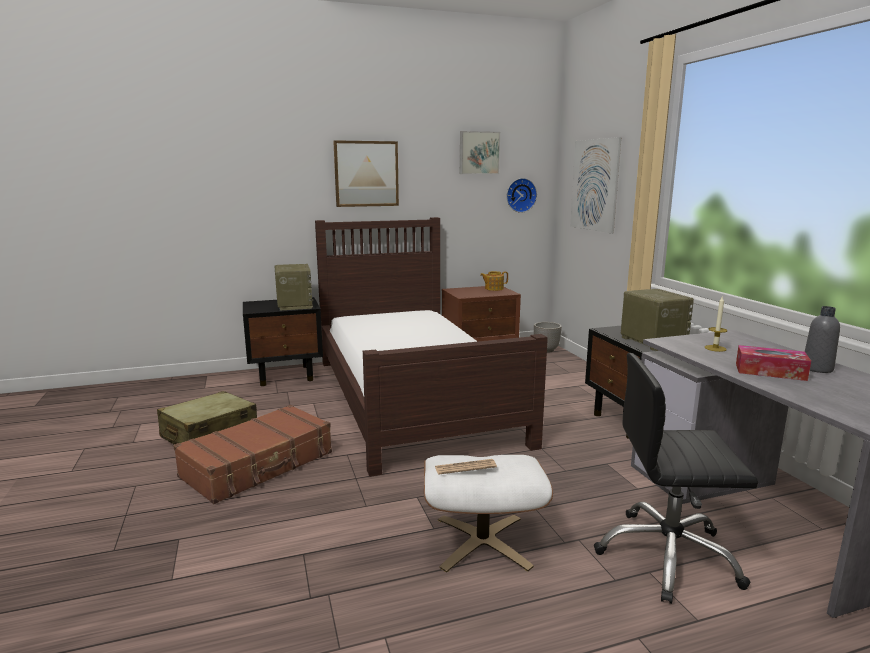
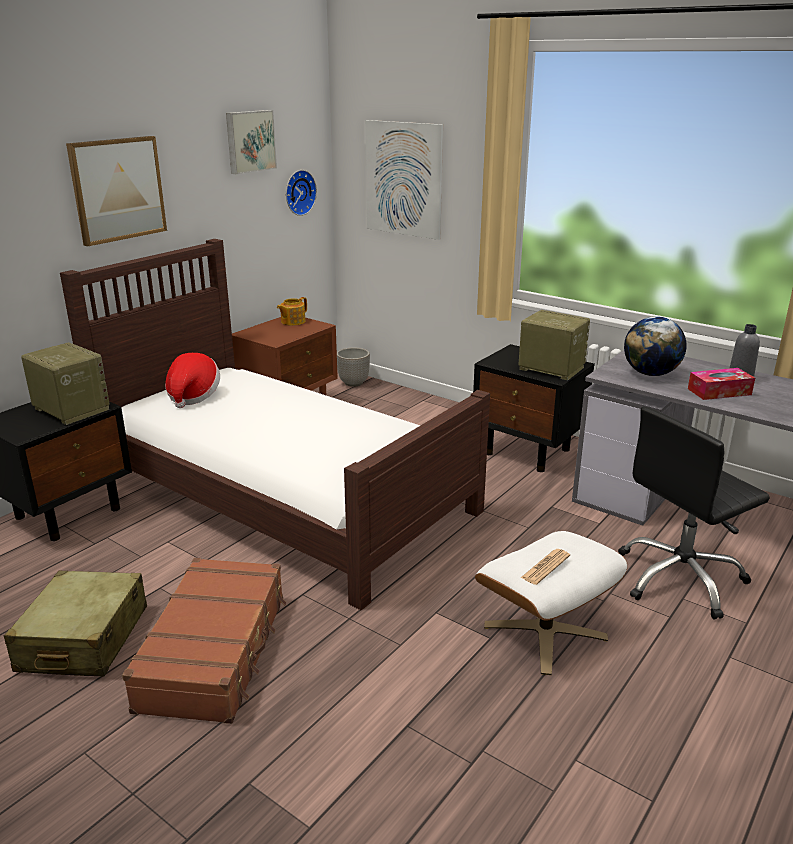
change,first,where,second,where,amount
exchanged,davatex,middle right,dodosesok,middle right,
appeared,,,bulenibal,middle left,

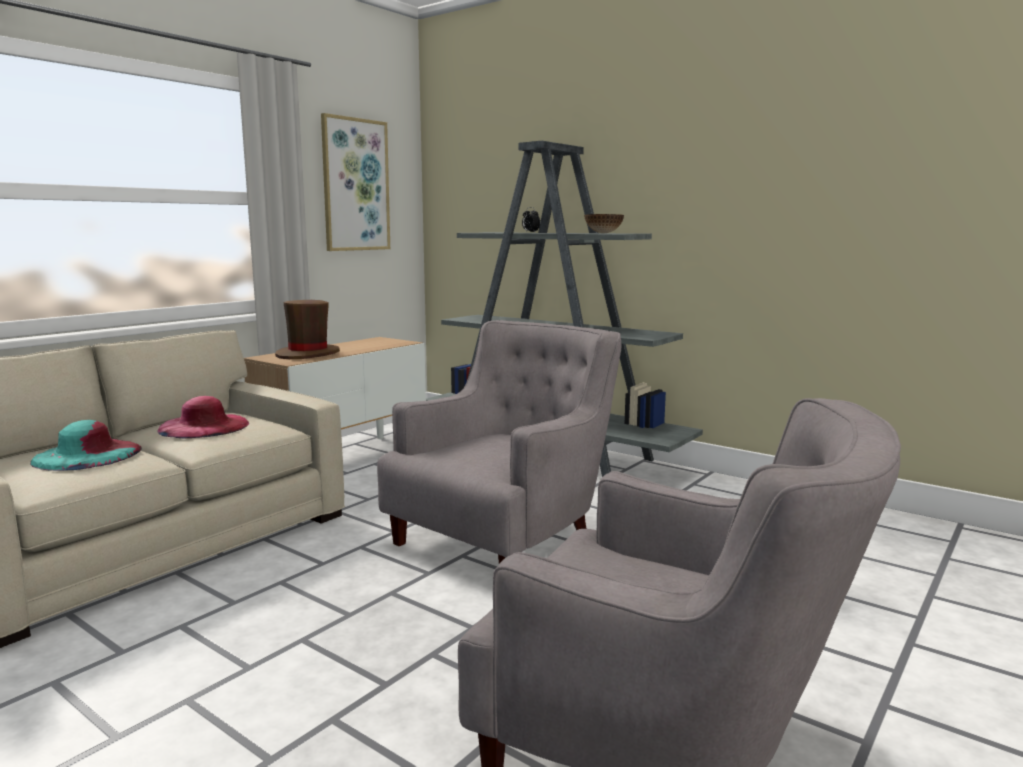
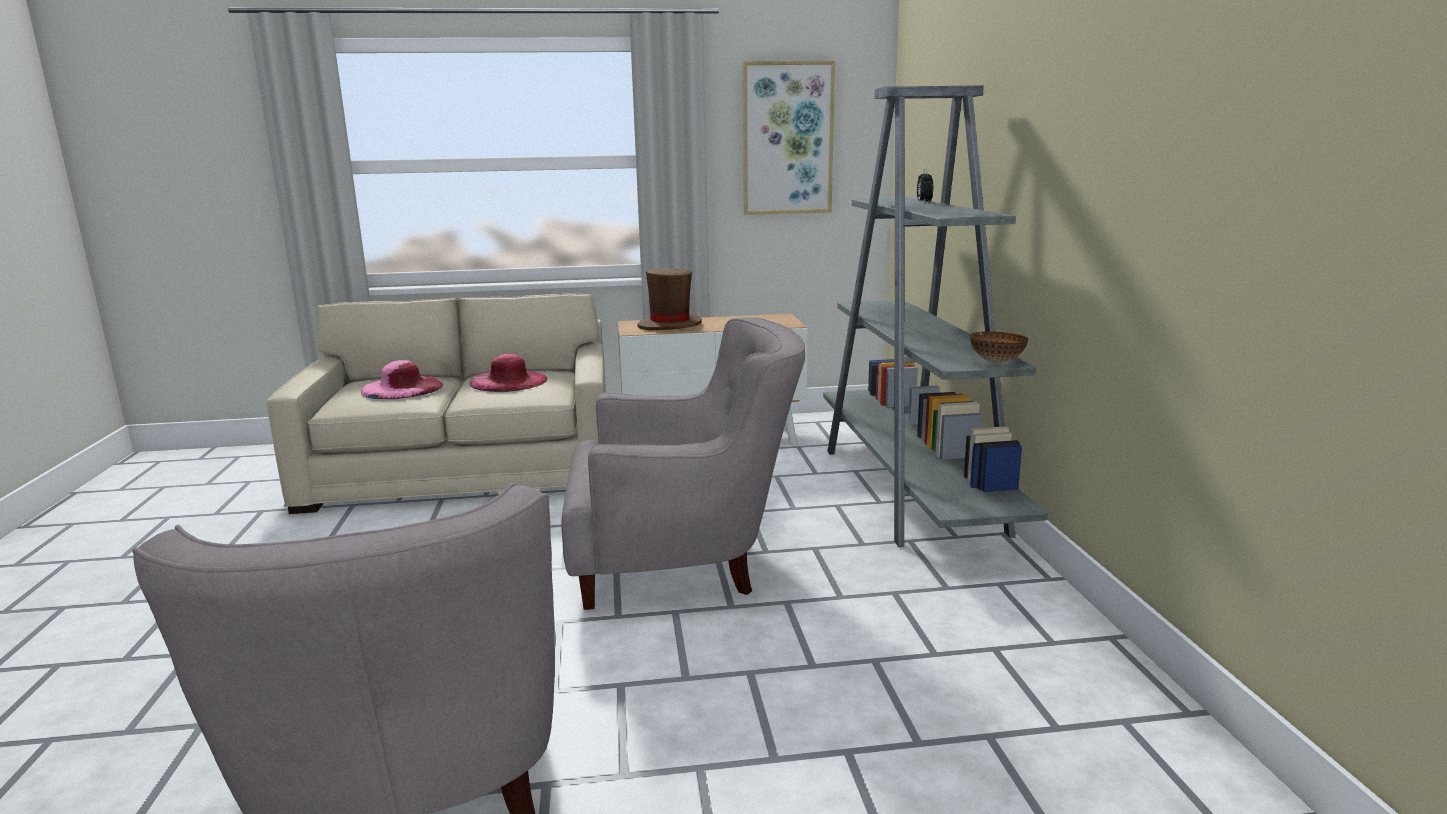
change,first,where,second,where,amount
colour,turquoise_bulenibal,middle left,pink_bulenibal (no. 1 from left),middle left,
relocated,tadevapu,top centre,,middle right,

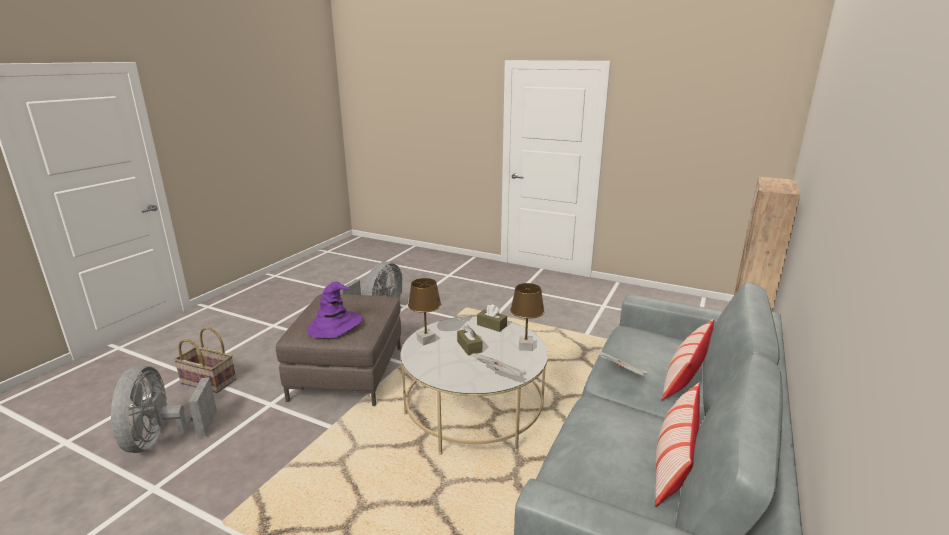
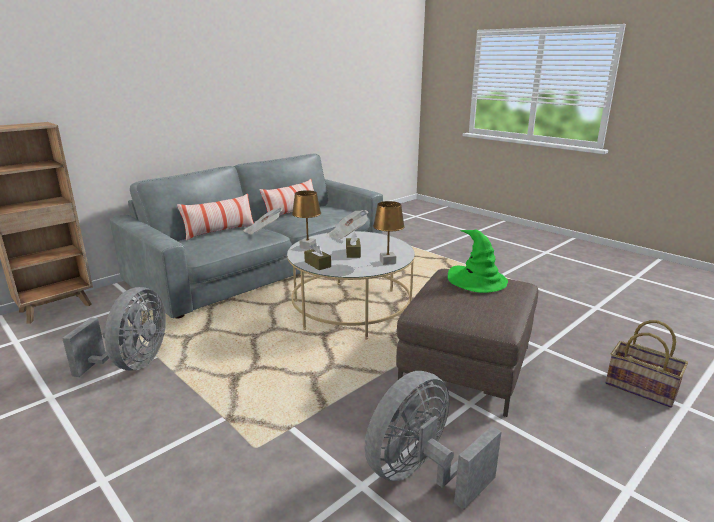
change,first,where,second,where,amount
relocated,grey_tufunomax (no. 1 from left),bottom left,,middle left,
colour,purple_bulenibal,centre,green_bulenibal,middle right,

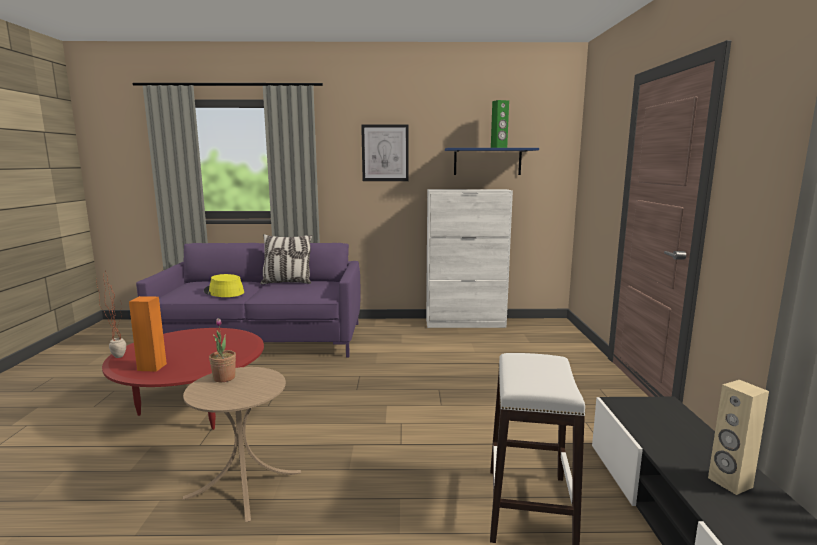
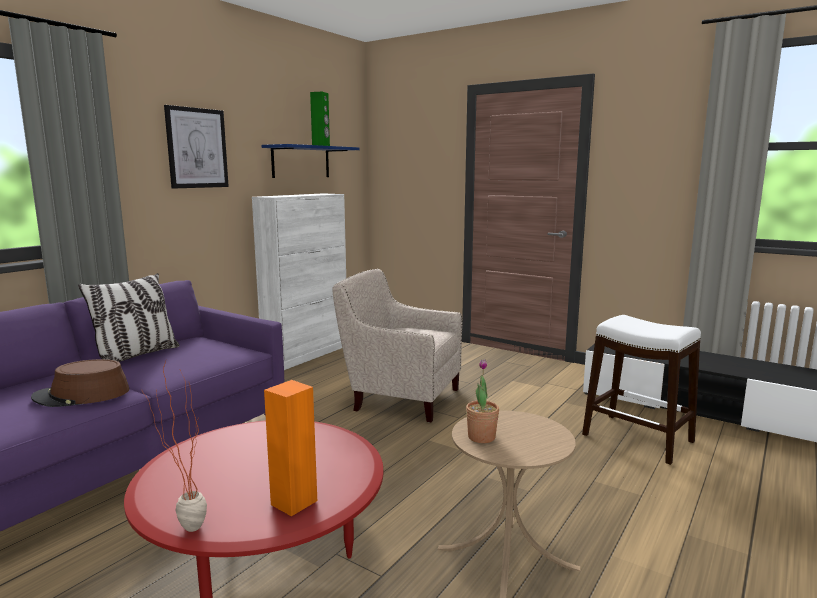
change,first,where,second,where,amount
colour,yellow_bulenibal,middle left,brown_bulenibal,middle left,
missing,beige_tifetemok,bottom right,,,
appeared,,,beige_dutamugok,centre,

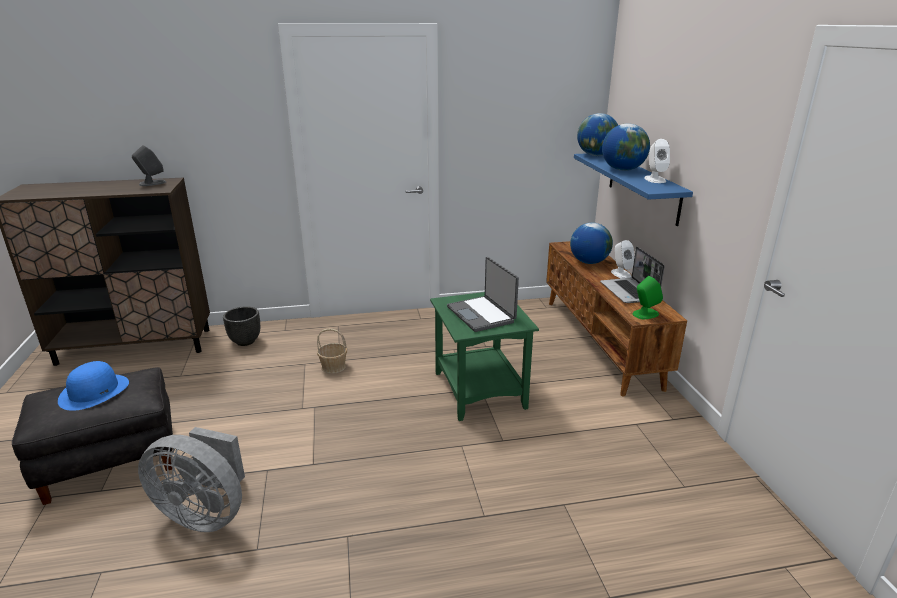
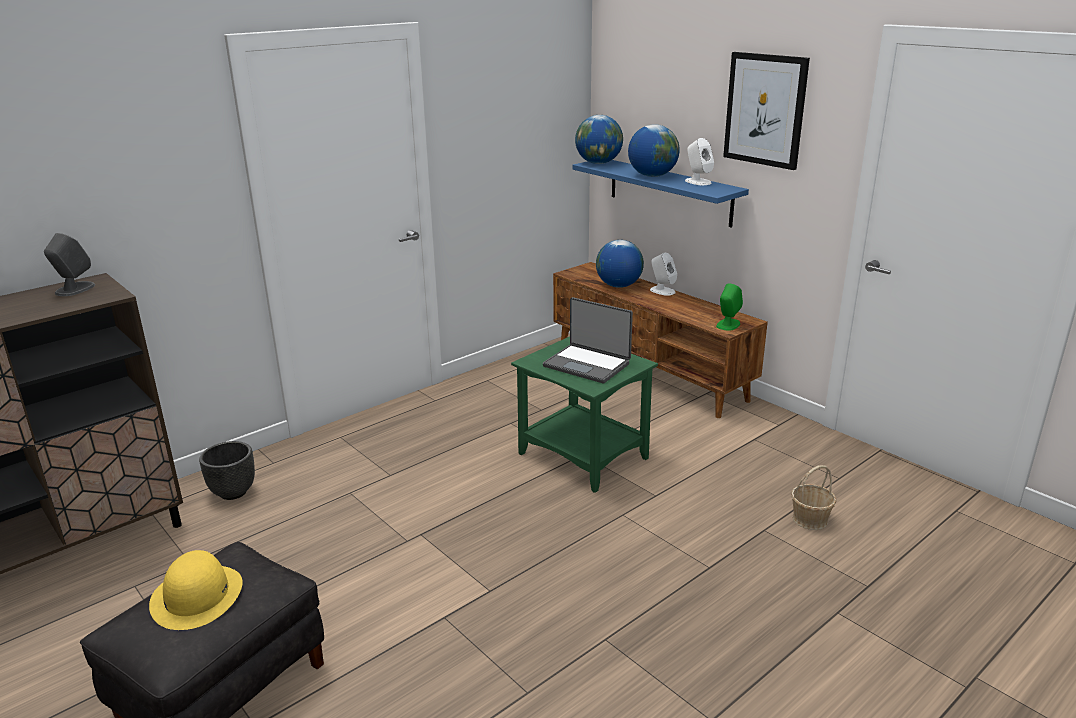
change,first,where,second,where,amount
colour,blue_bulenibal,middle left,yellow_bulenibal,bottom left,
missing,grey_tufunomax,bottom left,,,
relocated,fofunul,centre,,bottom right,
missing,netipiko (no. 2 from left),middle right,,,
appeared,,,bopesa,top right,

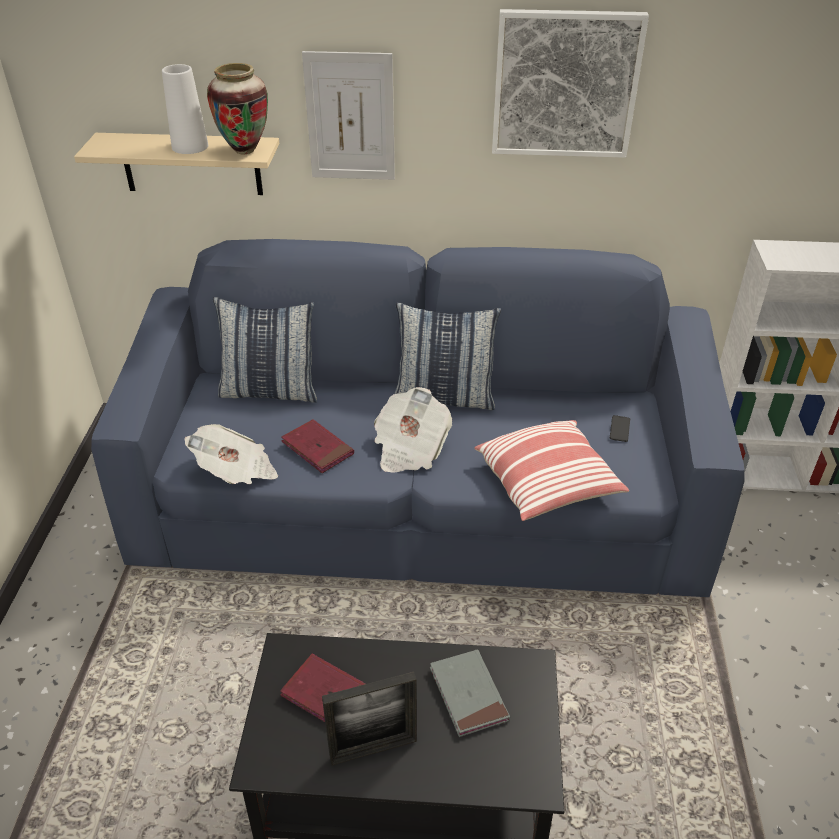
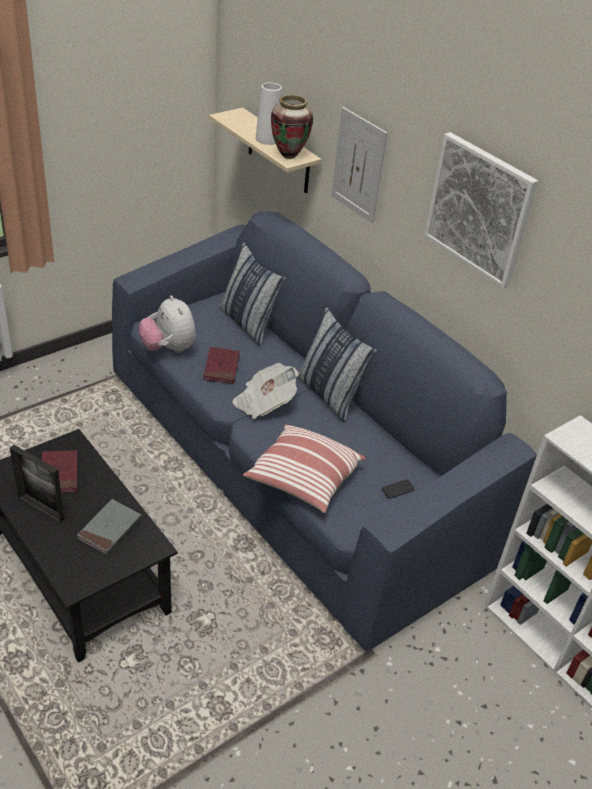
change,first,where,second,where,amount
exchanged,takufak (no. 1 from left),middle left,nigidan,middle left,

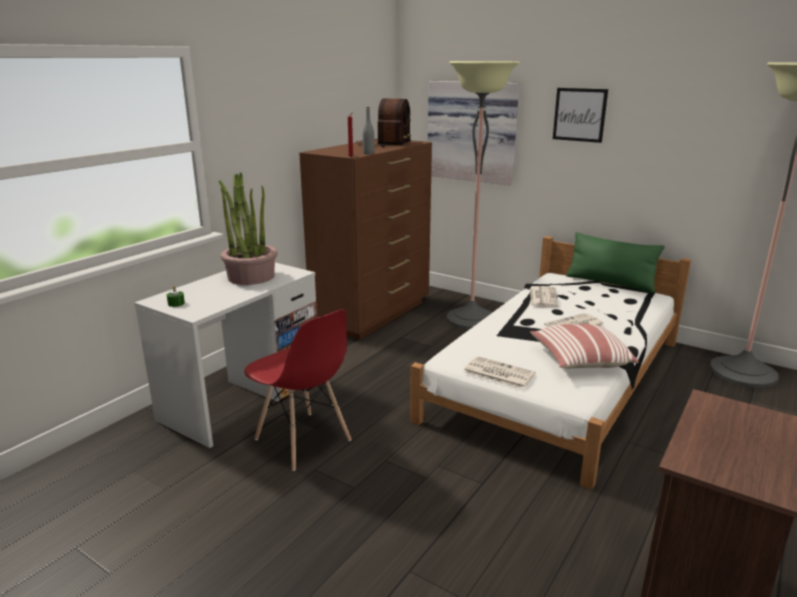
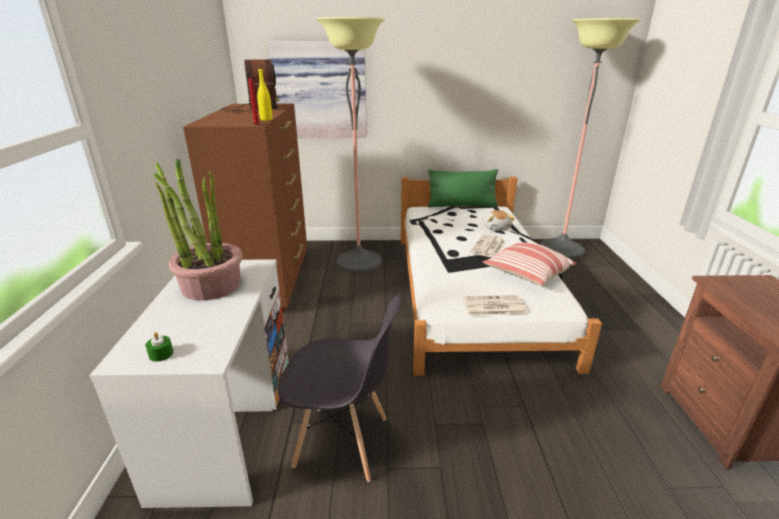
change,first,where,second,where,amount
colour,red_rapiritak,centre,grey_rapiritak,bottom centre,
colour,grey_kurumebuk,top centre,yellow_kurumebuk,top centre,
missing,takufak (no. 2 from left),middle right,,,
missing,bopesa (no. 2 from left),top right,,,
appeared,,,nigidan,centre,

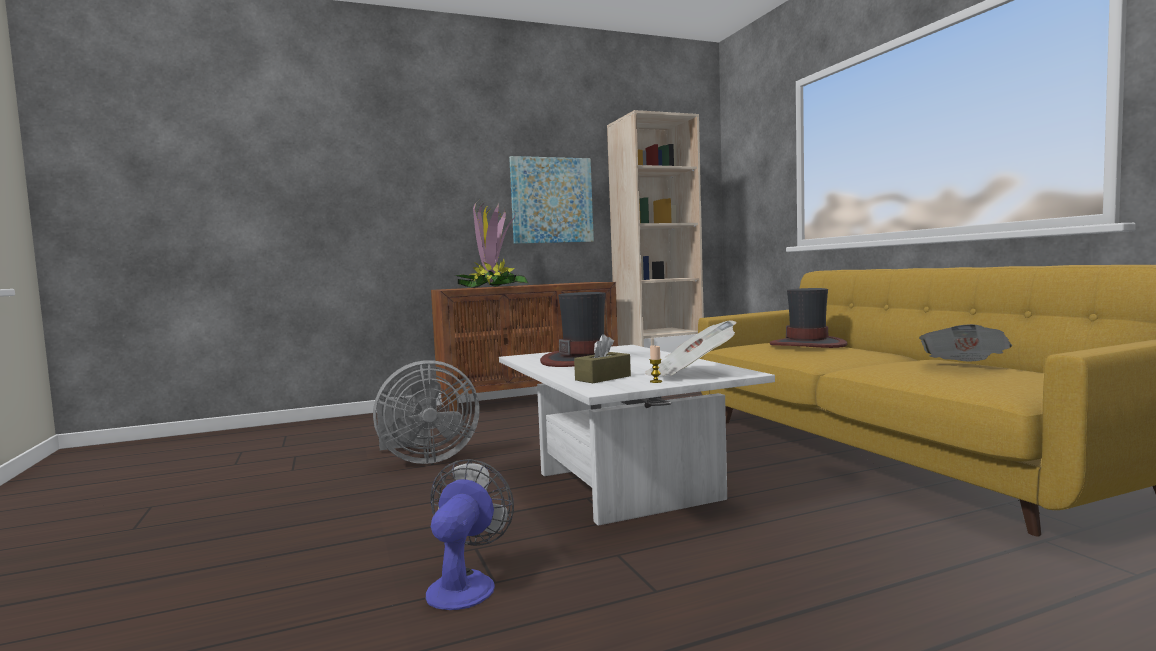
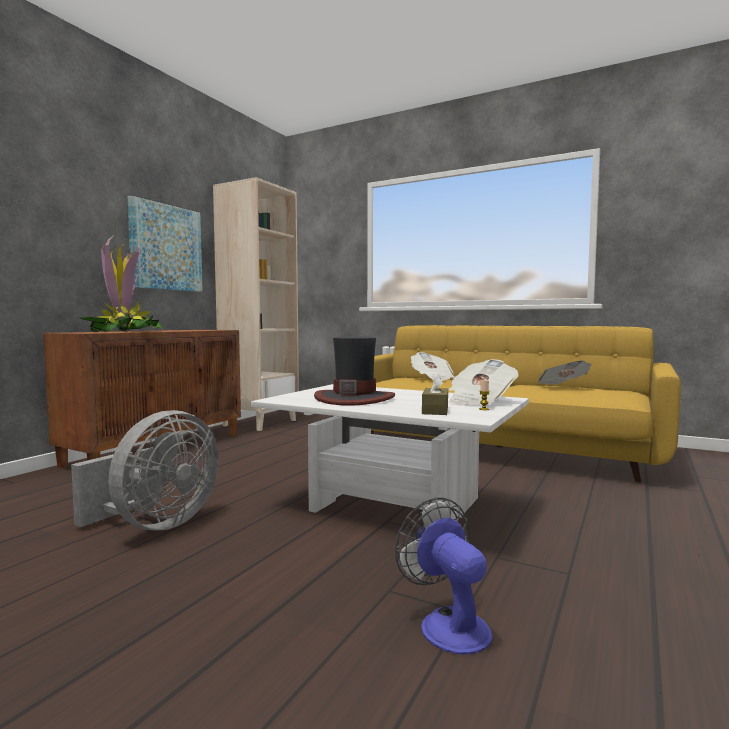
change,first,where,second,where,amount
exchanged,bulenibal (no. 2 from left),middle right,takufak (no. 1 from left),centre,

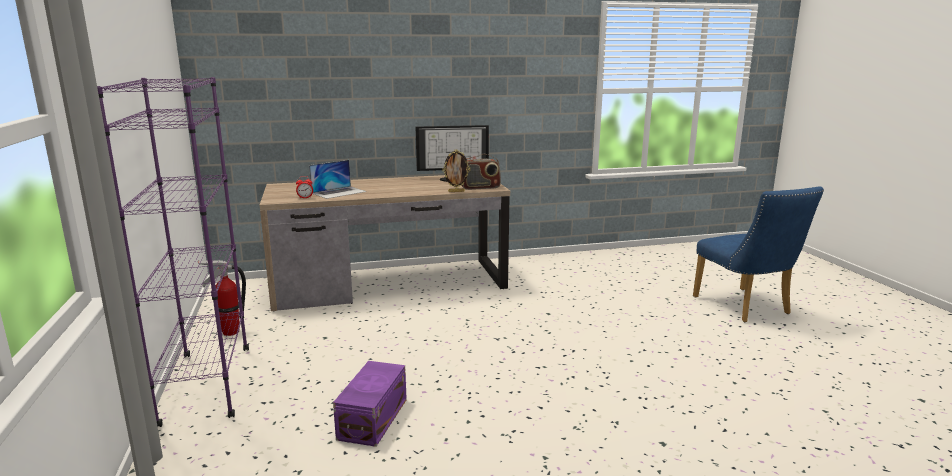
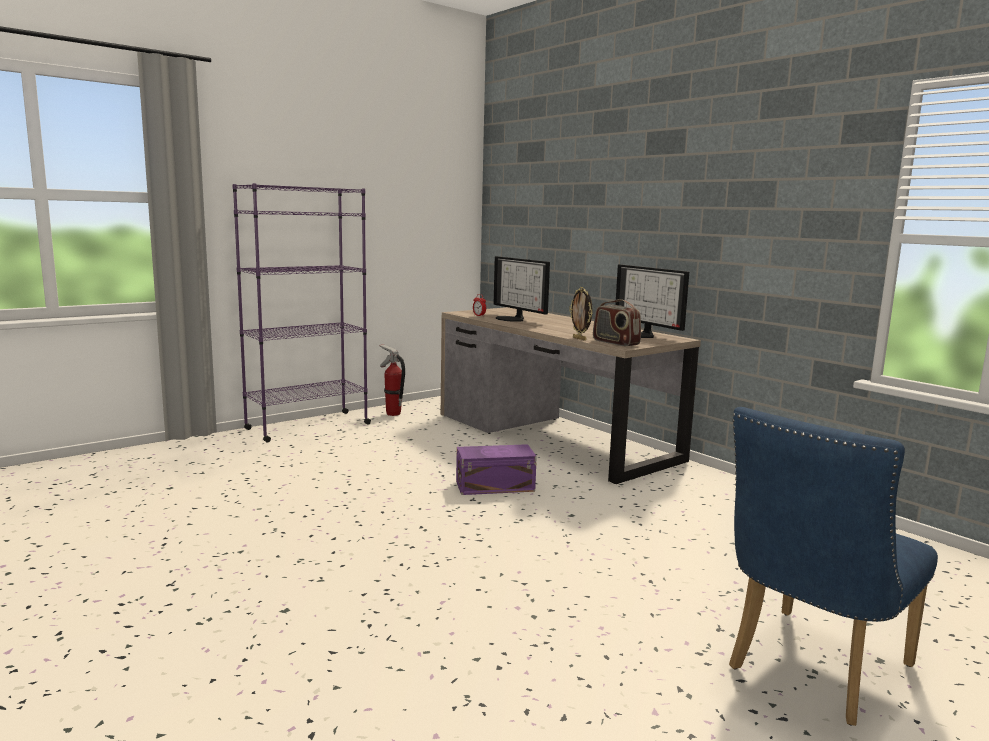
change,first,where,second,where,amount
exchanged,netipiko,centre,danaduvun (no. 1 from left),centre,
relocated,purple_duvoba,bottom centre,,centre,

